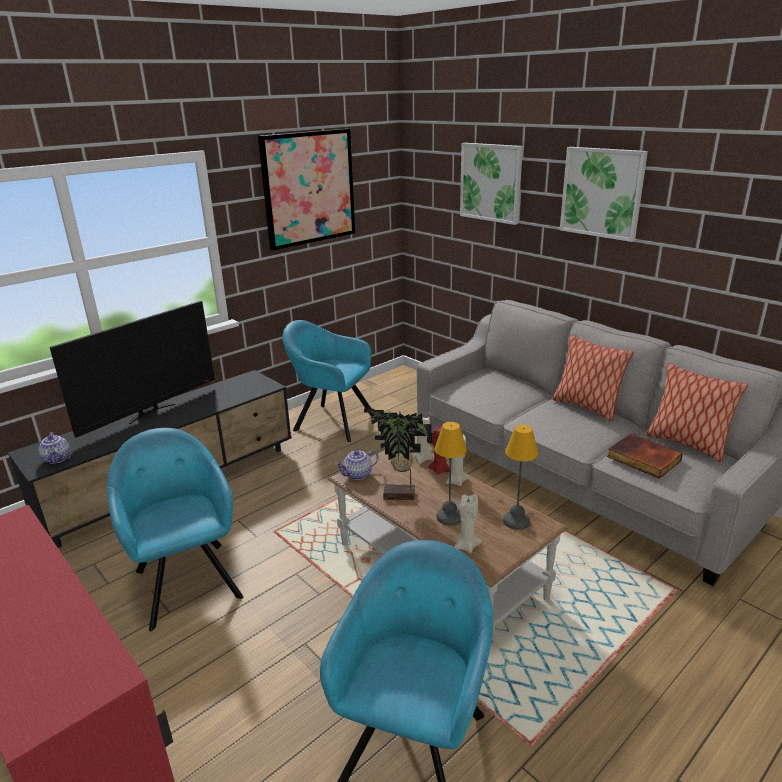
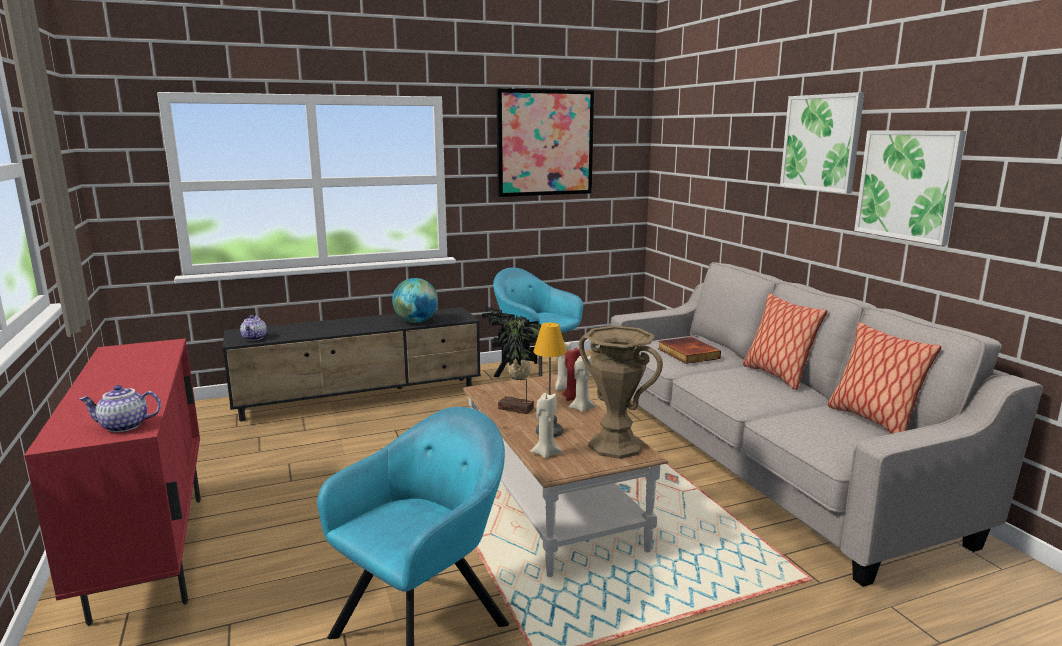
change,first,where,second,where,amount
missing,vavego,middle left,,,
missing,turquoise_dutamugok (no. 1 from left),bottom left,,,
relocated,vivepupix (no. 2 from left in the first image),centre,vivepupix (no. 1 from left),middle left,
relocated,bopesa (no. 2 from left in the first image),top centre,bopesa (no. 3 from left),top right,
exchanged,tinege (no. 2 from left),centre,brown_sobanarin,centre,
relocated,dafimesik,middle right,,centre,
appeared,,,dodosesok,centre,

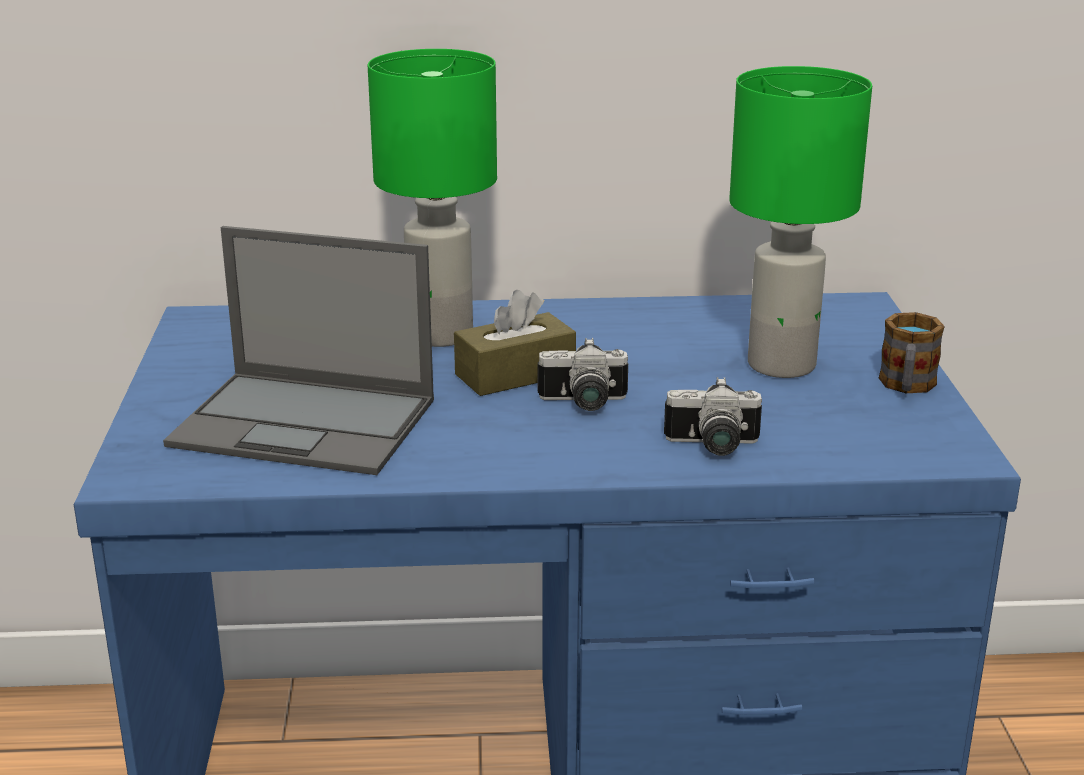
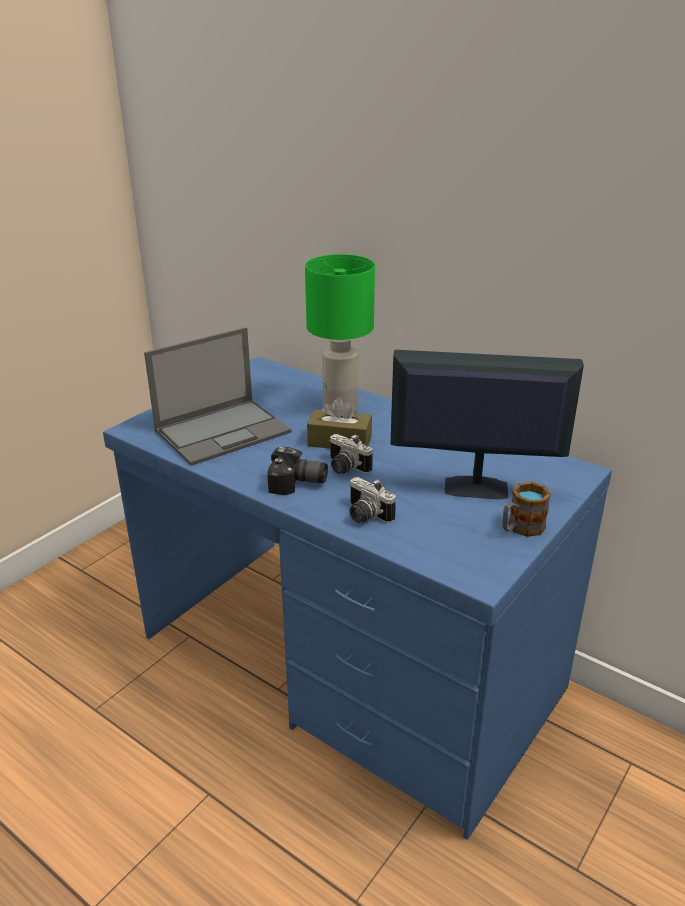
change,first,where,second,where,amount
spun,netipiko,middle left,,middle left,90 degrees counterclockwise
exchanged,green_tinege (no. 2 from left),top right,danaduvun,middle right,
appeared,,,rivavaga (no. 1 from left),centre,

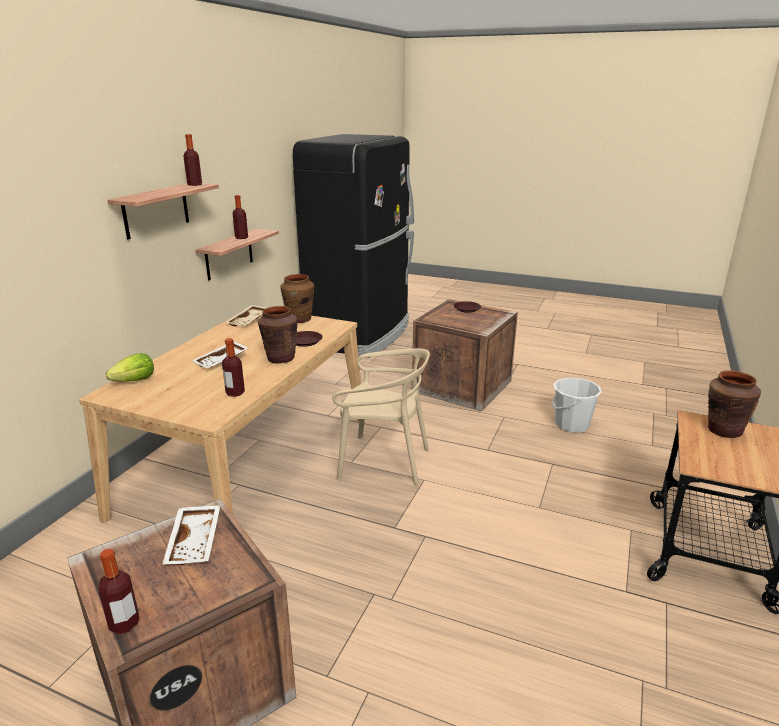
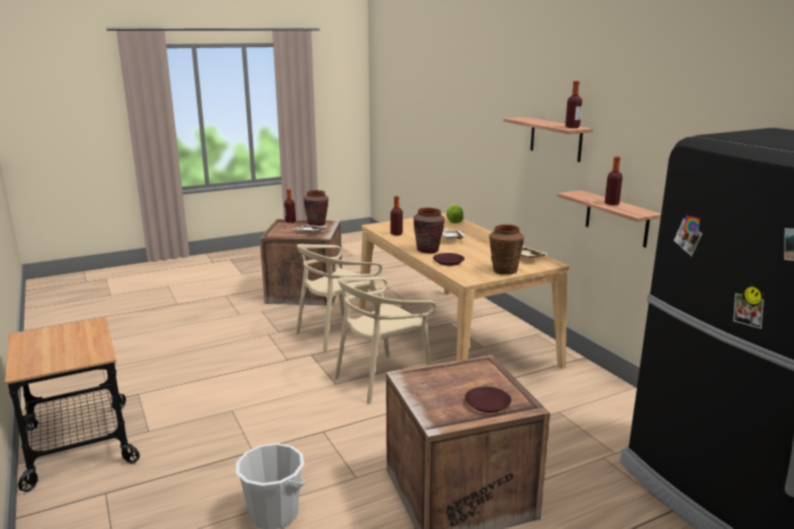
change,first,where,second,where,amount
relocated,brown_sobanarin (no. 3 from left in the first image),middle right,brown_sobanarin (no. 1 from left),centre,
appeared,,,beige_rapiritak (no. 1 from left),centre,

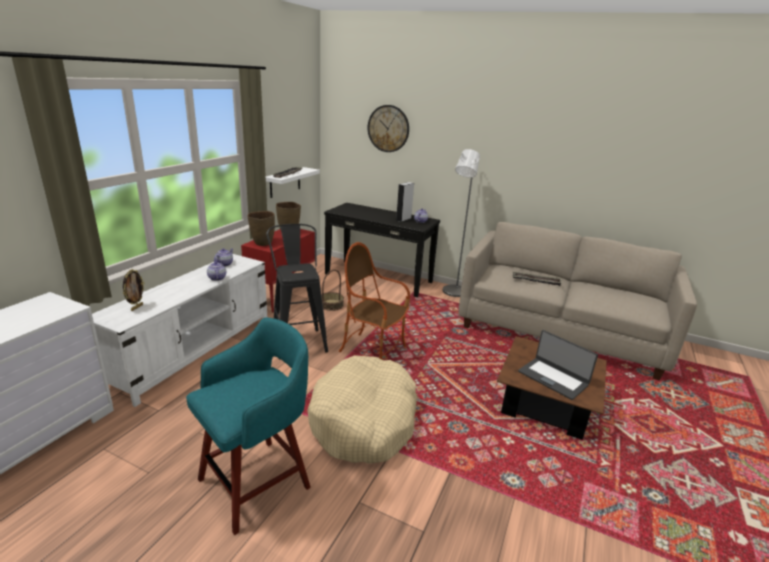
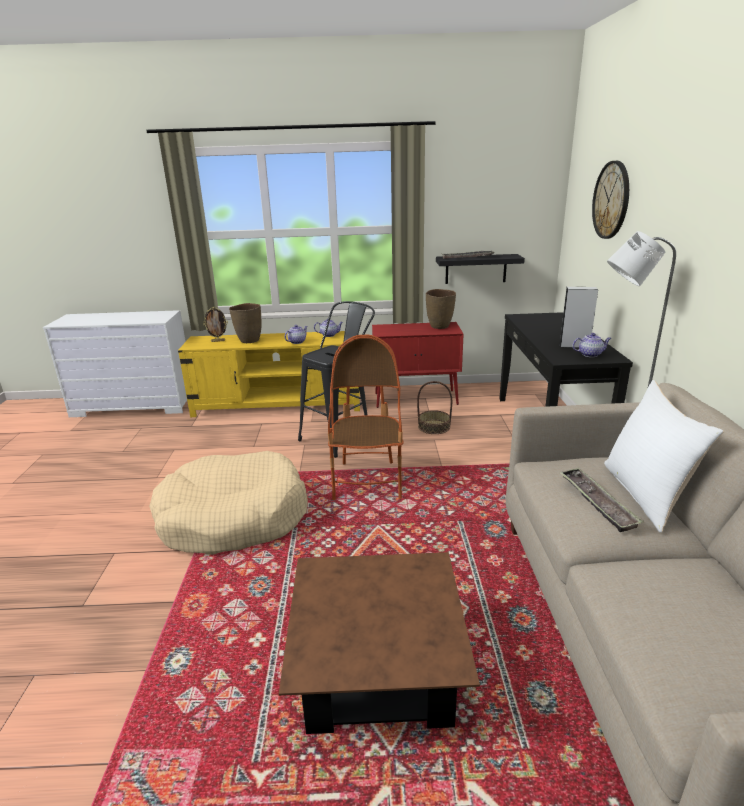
change,first,where,second,where,amount
colour,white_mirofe,middle left,yellow_mirofe,centre,
missing,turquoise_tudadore,bottom left,,,
relocated,brown_sobanarin (no. 1 from left),centre,,middle left,
colour,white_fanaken,top centre,black_fanaken,centre,
missing,netipiko,middle right,,,
appeared,,,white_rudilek,middle right,

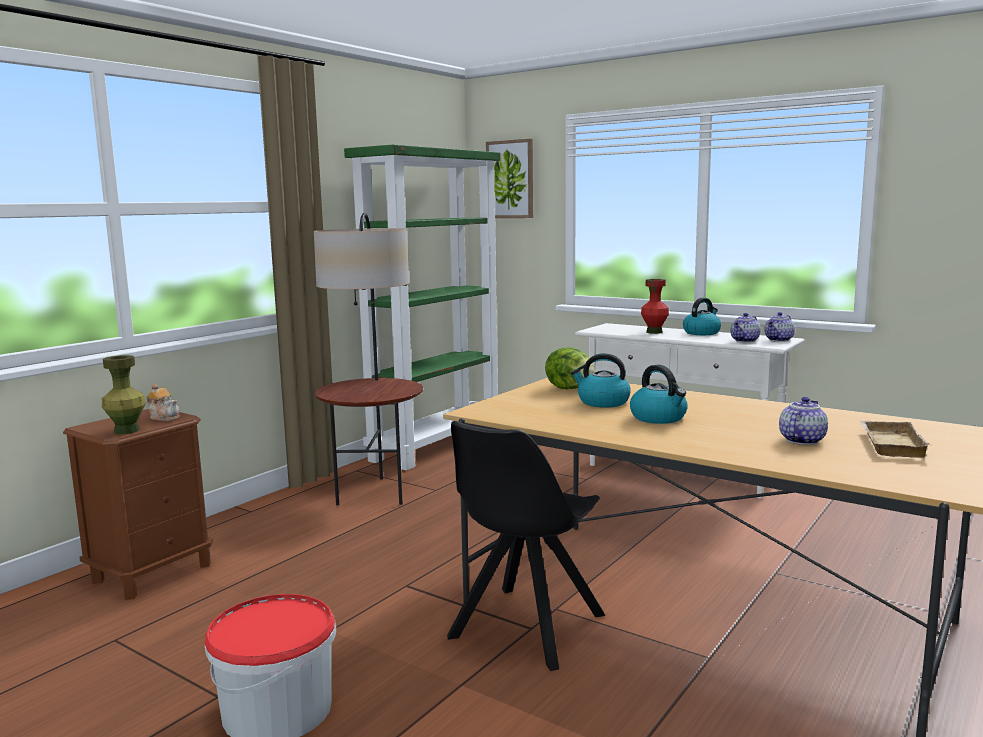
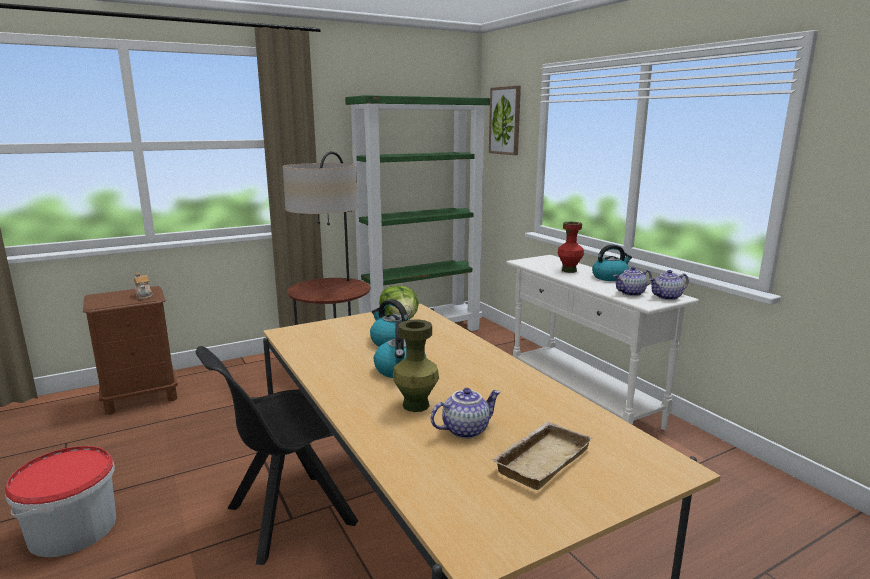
change,first,where,second,where,amount
relocated,green_sobanarin,middle left,,centre,

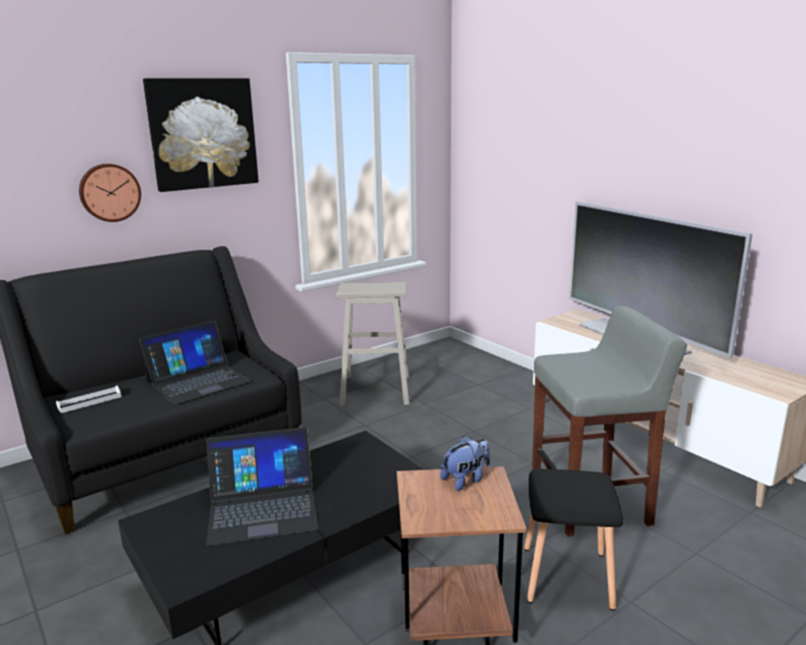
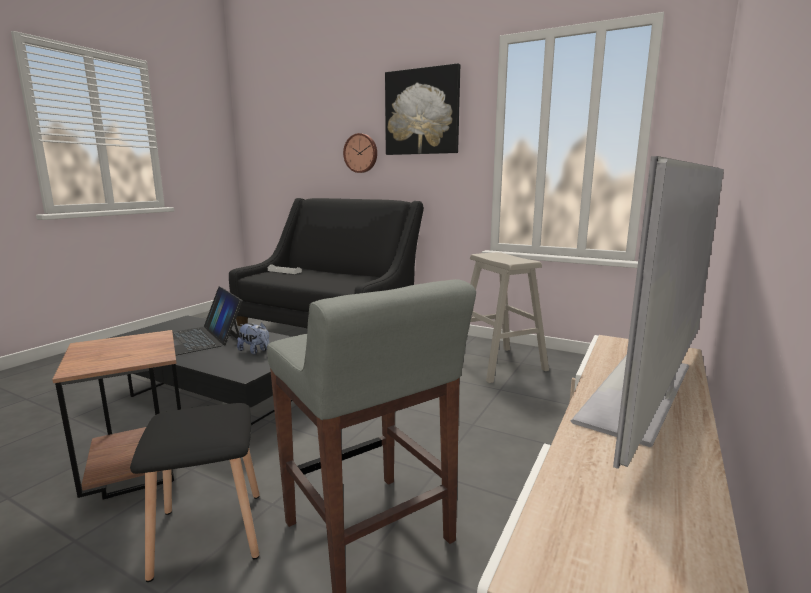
change,first,where,second,where,amount
missing,netipiko (no. 1 from left),middle left,,,
relocated,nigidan,bottom centre,,middle left,

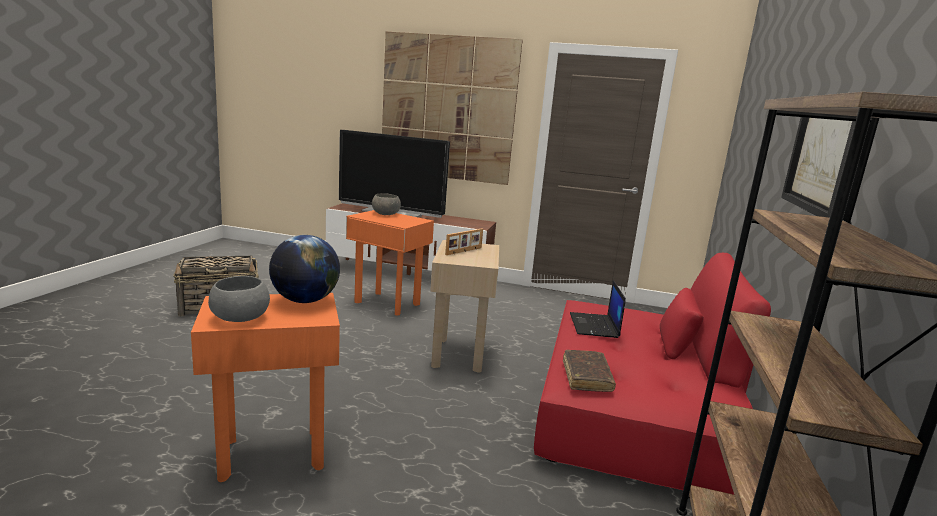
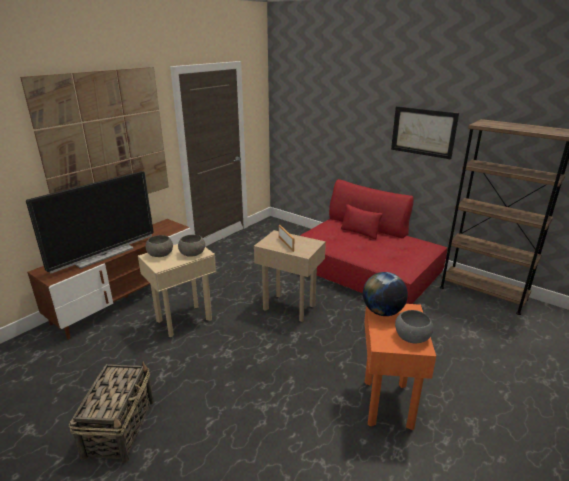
change,first,where,second,where,amount
colour,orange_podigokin (no. 2 from left),centre,beige_podigokin (no. 1 from left),middle left,
missing,brown_dafimesik,bottom centre,,,
missing,netipiko,centre,,,
appeared,,,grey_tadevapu (no. 2 from left),centre,

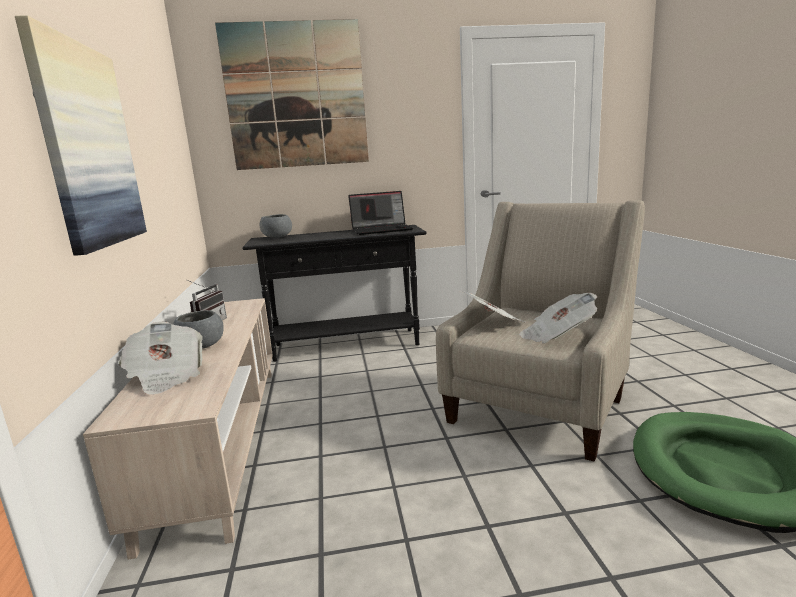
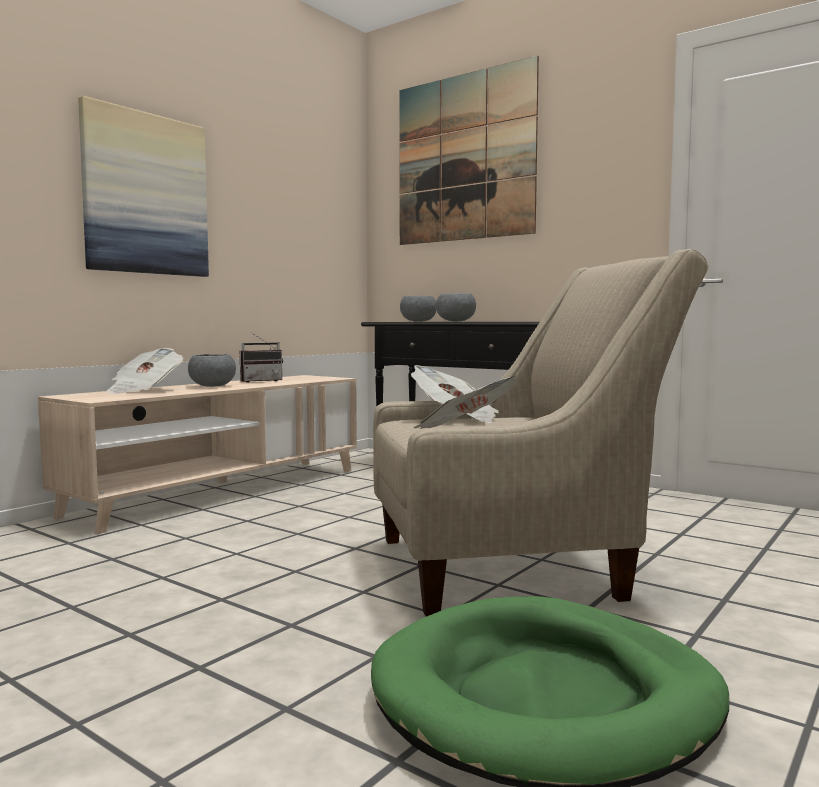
change,first,where,second,where,amount
missing,netipiko,centre,,,
appeared,,,grey_tadevapu (no. 3 from left),centre,

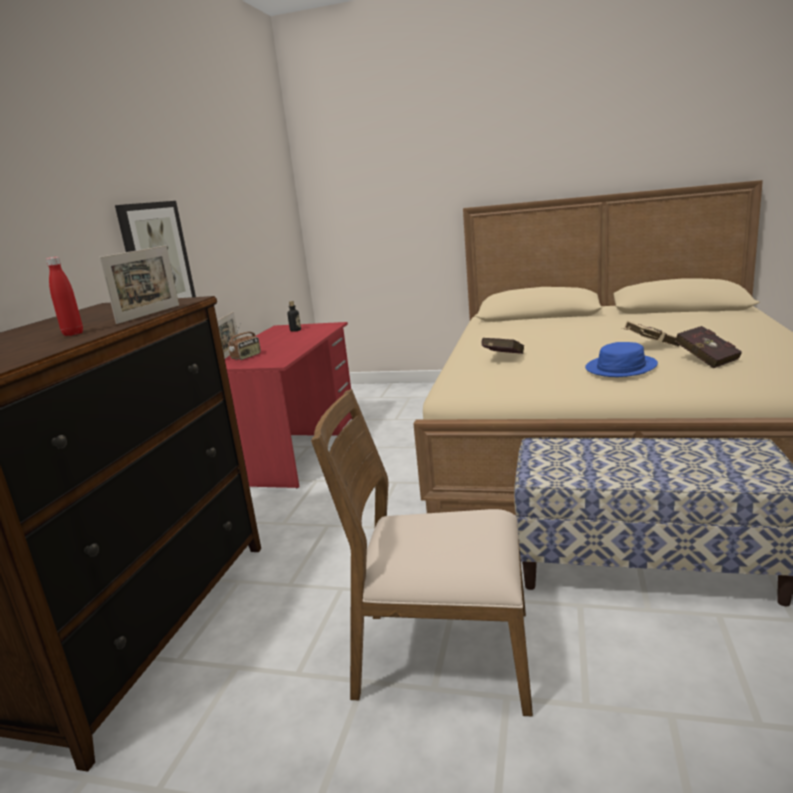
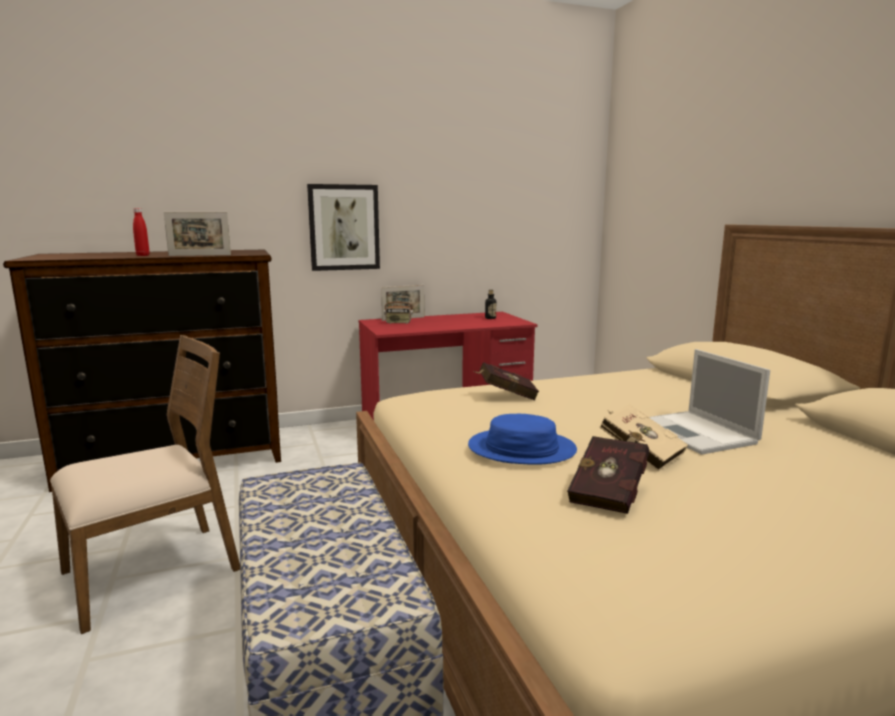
change,first,where,second,where,amount
spun,brown_rapiritak,bottom centre,,bottom left,75 degrees clockwise
appeared,,,netipiko,middle right,

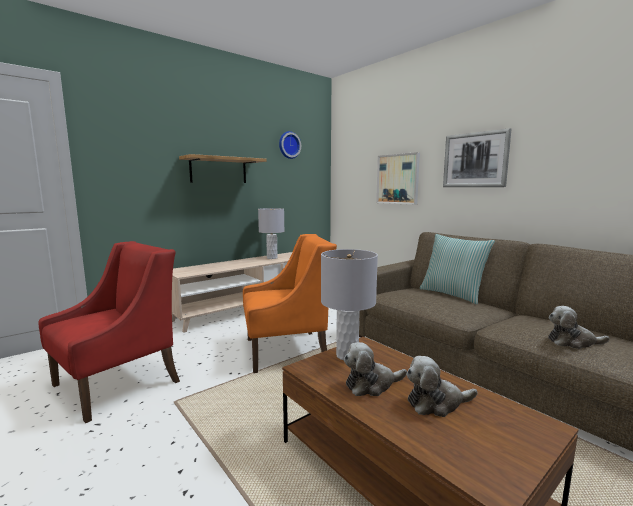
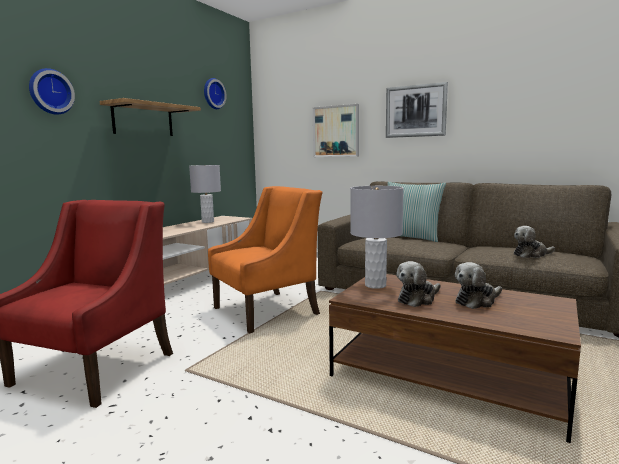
change,first,where,second,where,amount
appeared,,,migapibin (no. 1 from left),top left,

